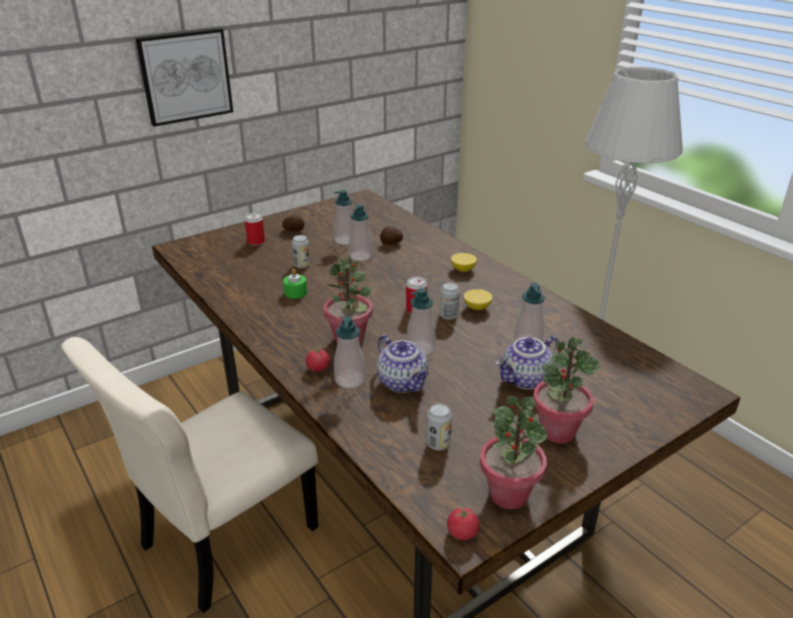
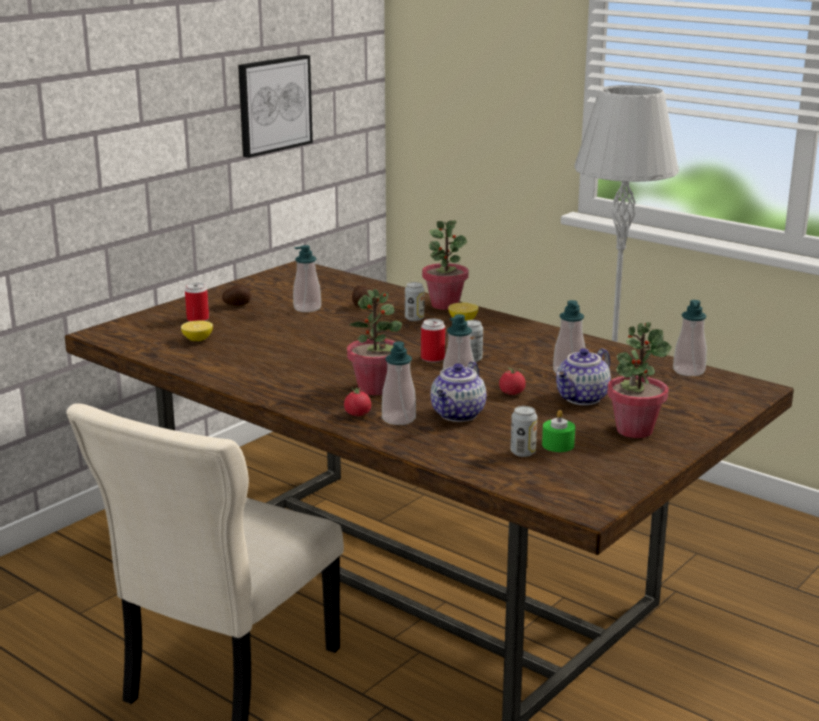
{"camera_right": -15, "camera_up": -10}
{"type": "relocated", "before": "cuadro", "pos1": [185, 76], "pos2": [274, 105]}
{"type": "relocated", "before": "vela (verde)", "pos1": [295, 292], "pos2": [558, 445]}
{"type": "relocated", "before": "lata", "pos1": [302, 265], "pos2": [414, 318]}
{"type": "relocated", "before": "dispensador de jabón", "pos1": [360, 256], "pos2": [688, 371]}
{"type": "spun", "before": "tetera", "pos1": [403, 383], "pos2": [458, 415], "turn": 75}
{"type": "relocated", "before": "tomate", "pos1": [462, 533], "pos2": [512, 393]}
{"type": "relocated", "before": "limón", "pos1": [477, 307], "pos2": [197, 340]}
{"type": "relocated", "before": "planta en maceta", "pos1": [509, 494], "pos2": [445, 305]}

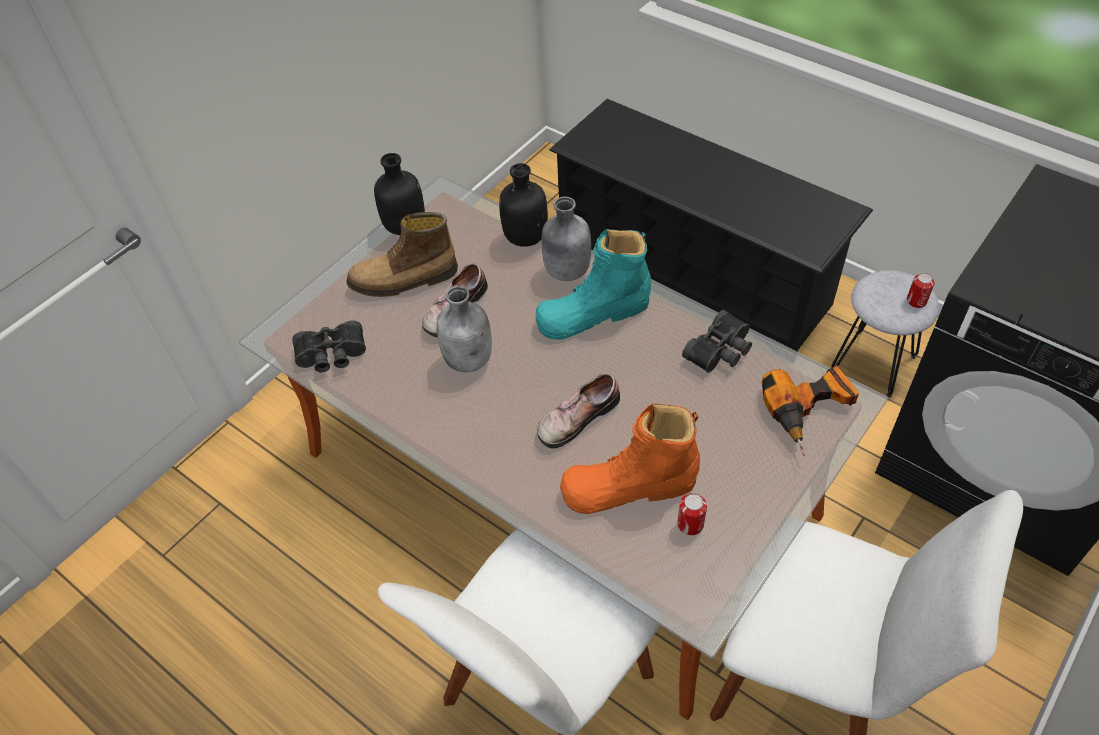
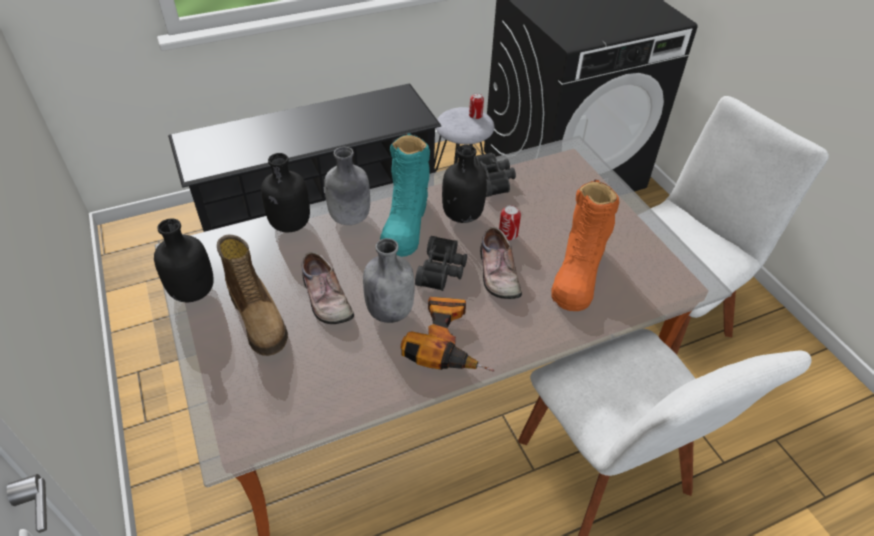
{"camera_right": -65, "camera_up": -5}
{"type": "relocated", "before": "prismáticos (negro)", "pos1": [332, 356], "pos2": [443, 270]}
{"type": "spun", "before": "bota", "pos1": [404, 280], "pos2": [259, 318], "turn": -45}
{"type": "relocated", "before": "lata", "pos1": [690, 524], "pos2": [508, 234]}
{"type": "relocated", "before": "taladro", "pos1": [810, 411], "pos2": [449, 342]}
{"type": "appeared", "after": "botella (negro)", "pos2": [462, 214]}

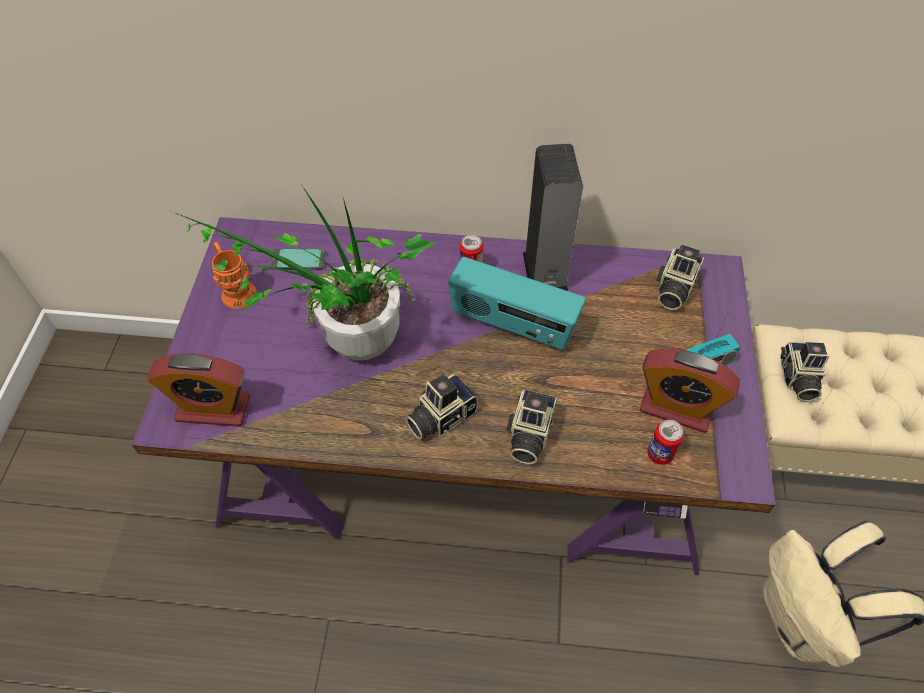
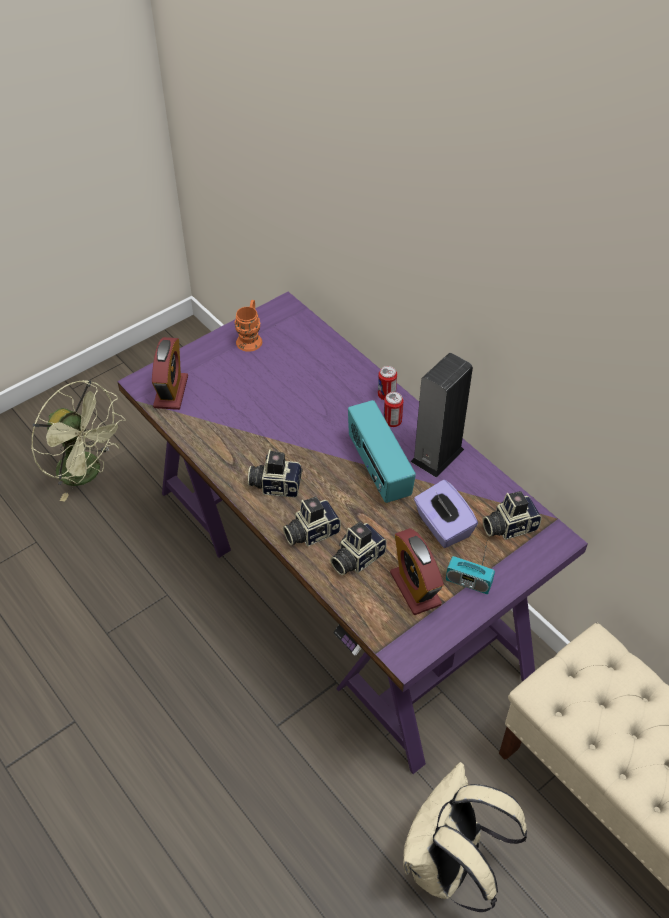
{"camera_right": 45, "camera_up": -5}
{"type": "spun", "before": "despertador", "pos1": [213, 408], "pos2": [171, 392], "turn": -135}
{"type": "missing", "before": "planta en maceta", "pos1": [347, 343]}
{"type": "missing", "before": "móvil", "pos1": [298, 260]}
{"type": "relocated", "before": "lata", "pos1": [660, 454], "pos2": [386, 395]}
{"type": "relocated", "before": "cámara", "pos1": [797, 379], "pos2": [356, 558]}
{"type": "appeared", "after": "ventilador (verde)", "pos2": [87, 473]}
{"type": "appeared", "after": "caja de pañuelos (morado)", "pos2": [442, 526]}

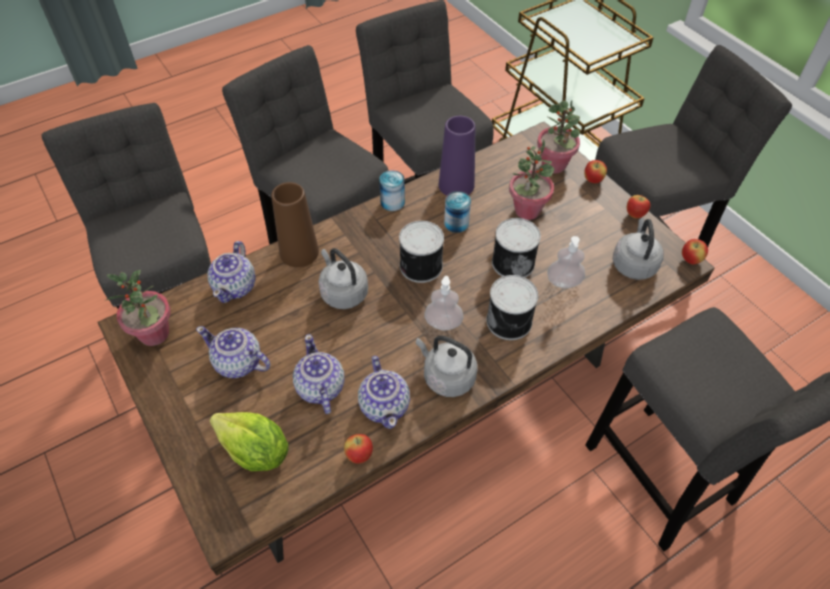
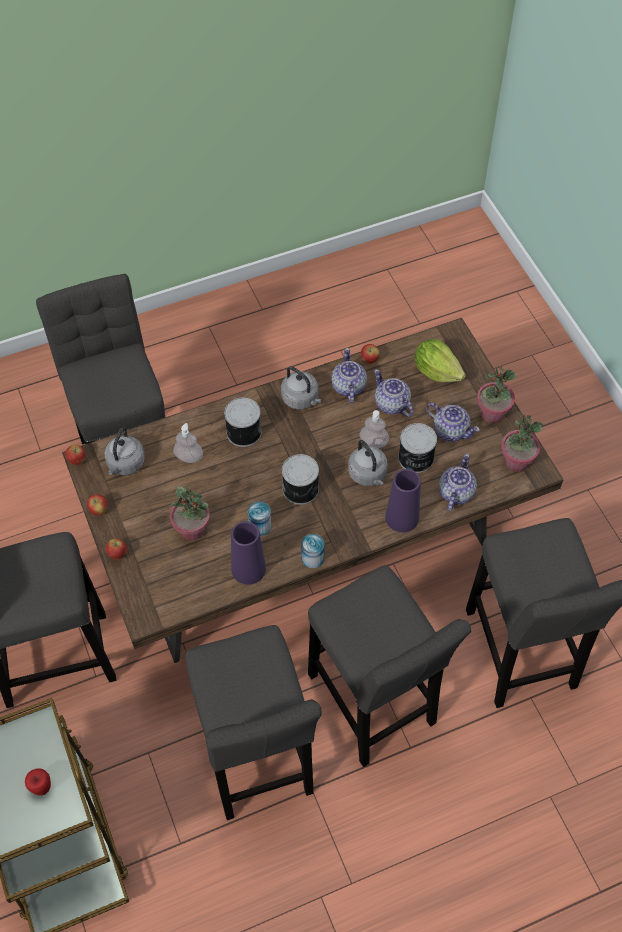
{"camera_right": -170, "camera_up": 5}
{"type": "colour", "before": "florero (marrón)", "after": "florero (morado)", "pos1": [299, 252], "pos2": [402, 517]}
{"type": "spun", "before": "tetera", "pos1": [320, 388], "pos2": [392, 404], "turn": 150}
{"type": "relocated", "before": "dispensador de jabón", "pos1": [443, 323], "pos2": [373, 442]}
{"type": "relocated", "before": "lata", "pos1": [513, 262], "pos2": [415, 459]}
{"type": "relocated", "before": "planta en maceta", "pos1": [554, 165], "pos2": [492, 414]}
{"type": "appeared", "after": "manzana", "pos2": [41, 787]}

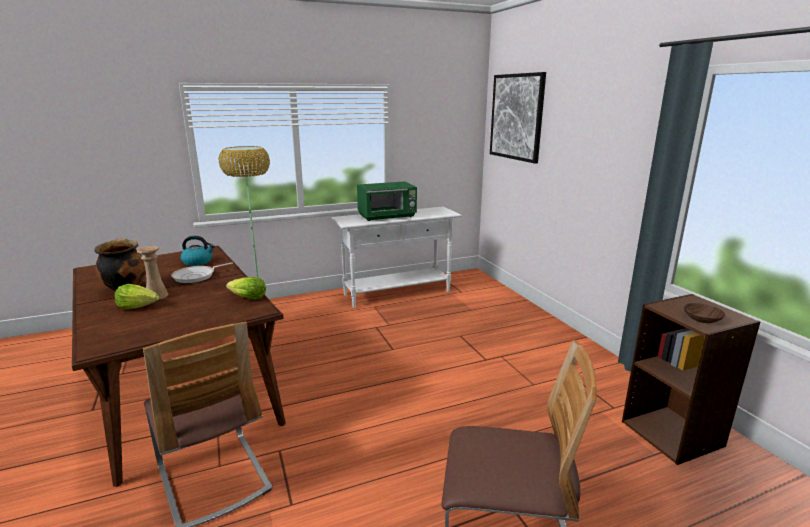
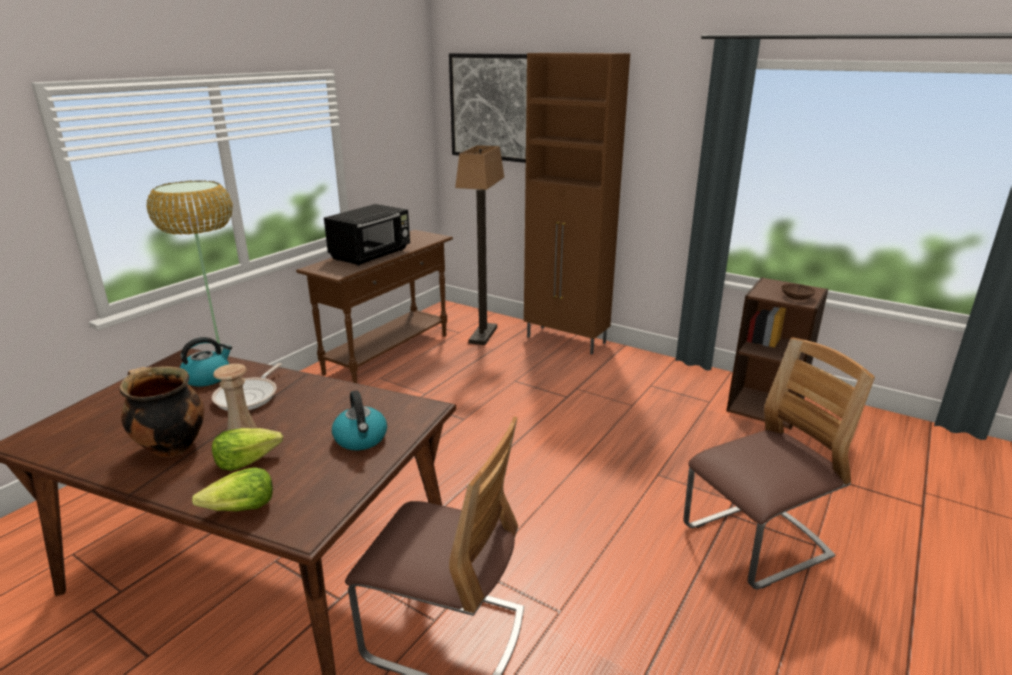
{"camera_right": -35, "camera_up": 5}
{"type": "relocated", "before": "lechuga", "pos1": [247, 298], "pos2": [241, 509]}
{"type": "colour", "before": "mesa consola (blanco)", "after": "mesa consola (marrón)", "pos1": [397, 293], "pos2": [388, 354]}
{"type": "colour", "before": "microondas (verde)", "after": "microondas (negro)", "pos1": [387, 216], "pos2": [371, 255]}
{"type": "appeared", "after": "hervidor", "pos2": [361, 439]}
{"type": "appeared", "after": "lámpara de pie", "pos2": [483, 335]}
{"type": "appeared", "after": "armario (marrón)", "pos2": [566, 340]}

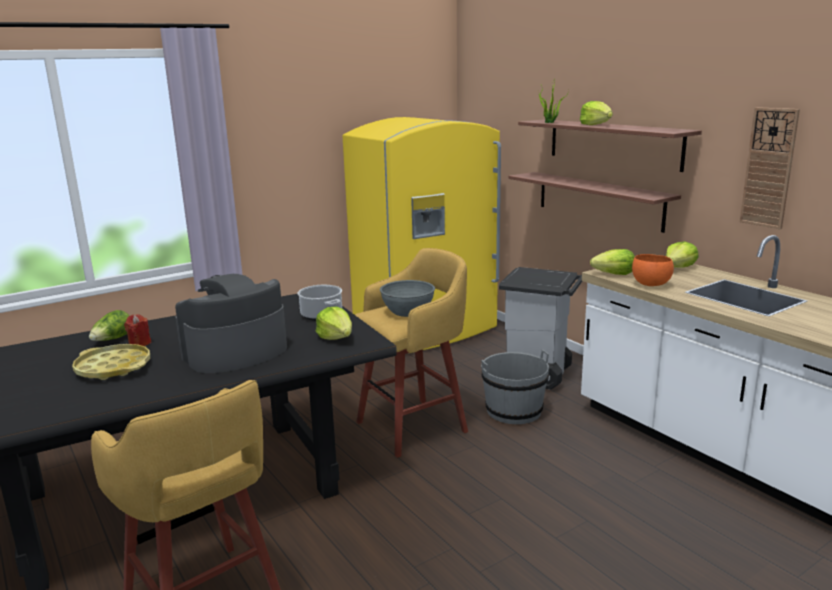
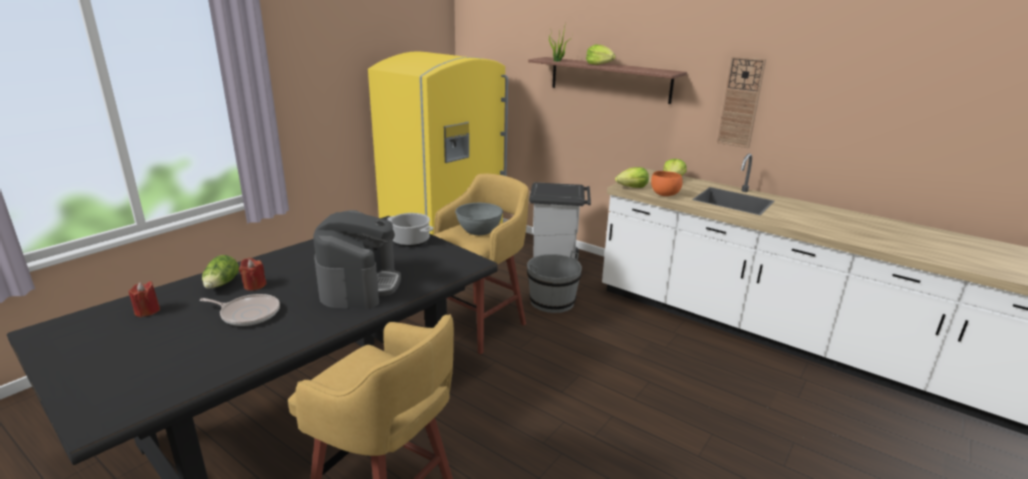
{"camera_right": -20, "camera_up": 5}
{"type": "exchanged", "before": "bandeja (amarillo)", "after": "sartén", "pos1": [113, 368], "pos2": [248, 314]}
{"type": "spun", "before": "cafetera", "pos1": [235, 352], "pos2": [359, 285], "turn": 150}
{"type": "missing", "before": "lechuga", "pos1": [336, 337]}
{"type": "missing", "before": "estante", "pos1": [598, 200]}
{"type": "appeared", "after": "vela (rojo)", "pos2": [147, 311]}

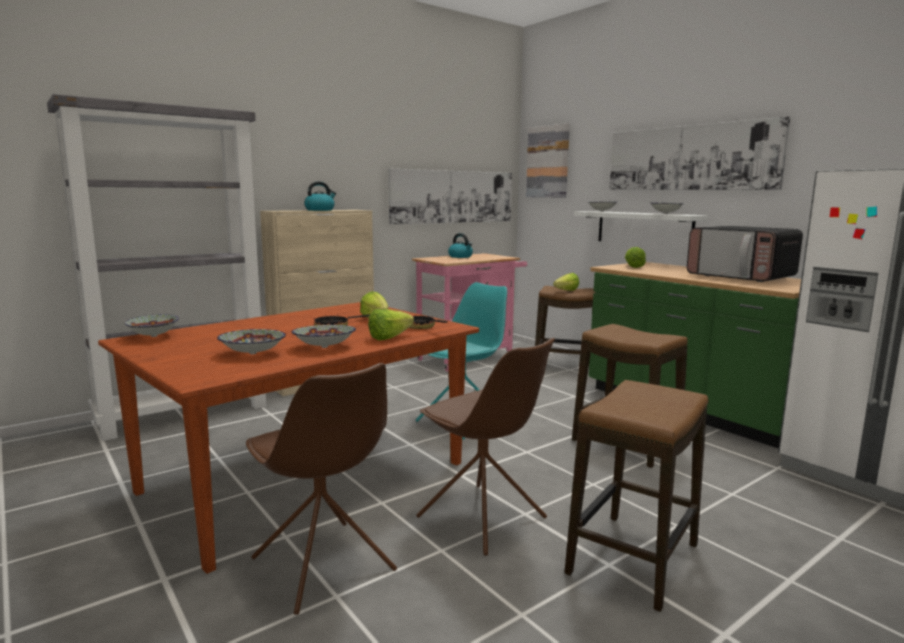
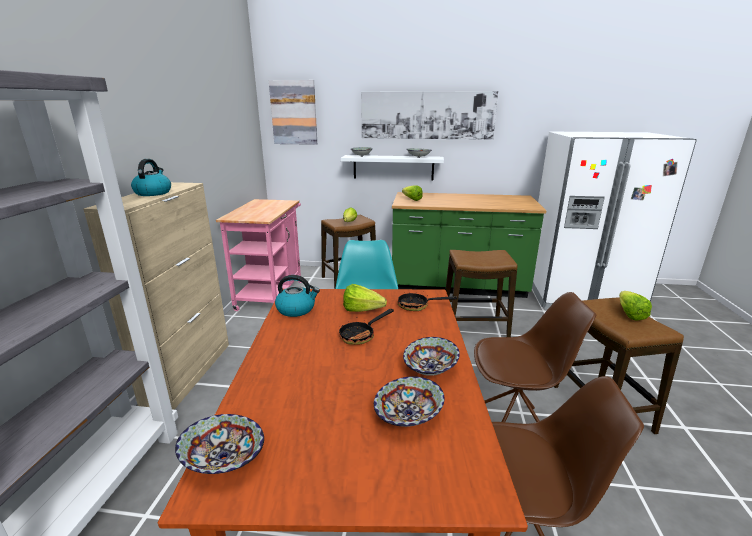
{"camera_right": -45, "camera_up": 10}
{"type": "relocated", "before": "lechuga", "pos1": [393, 337], "pos2": [629, 313]}
{"type": "missing", "before": "cuadro", "pos1": [453, 196]}
{"type": "relocated", "before": "hervidor", "pos1": [460, 257], "pos2": [296, 309]}
{"type": "missing", "before": "microondas", "pos1": [741, 277]}

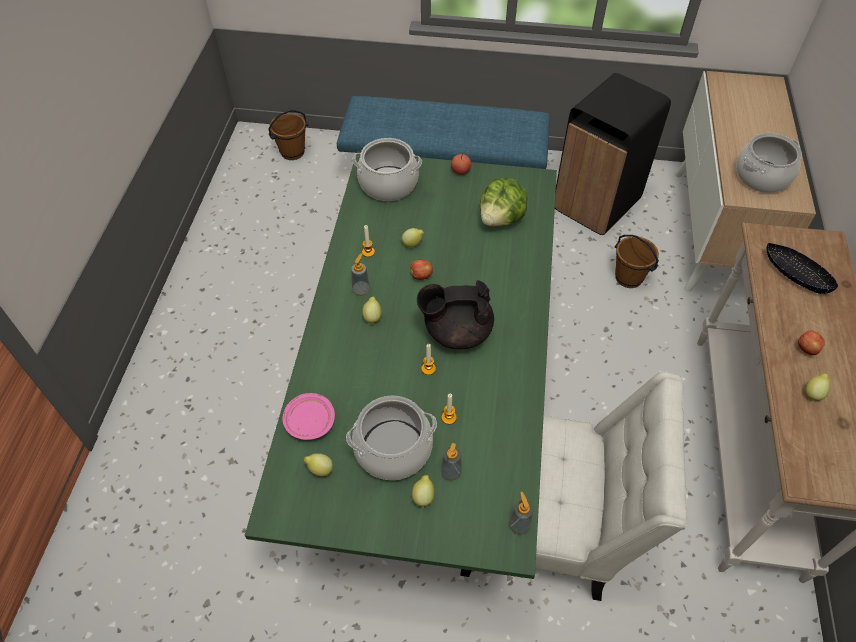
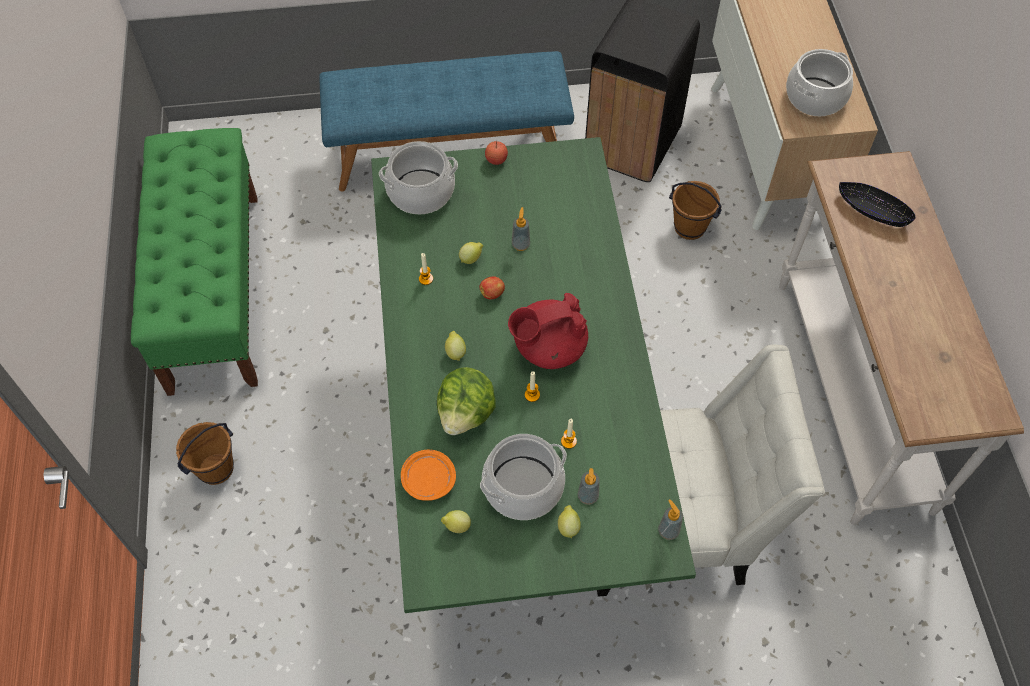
{"camera_right": -15, "camera_up": 5}
{"type": "relocated", "before": "cubo (marrón)", "pos1": [292, 152], "pos2": [215, 468]}
{"type": "colour", "before": "plato (rosa)", "after": "plato (naranja)", "pos1": [309, 421], "pos2": [428, 479]}
{"type": "relocated", "before": "dispensador de jabón", "pos1": [361, 290], "pos2": [520, 244]}
{"type": "colour", "before": "tetera (negro)", "after": "tetera (rojo)", "pos1": [456, 331], "pos2": [548, 347]}
{"type": "relocated", "before": "lechuga", "pos1": [501, 219], "pos2": [466, 413]}
{"type": "missing", "before": "manzana", "pos1": [807, 349]}
{"type": "missing", "before": "limón", "pos1": [813, 393]}
{"type": "appeared", "after": "banco (verde)", "pos2": [214, 290]}

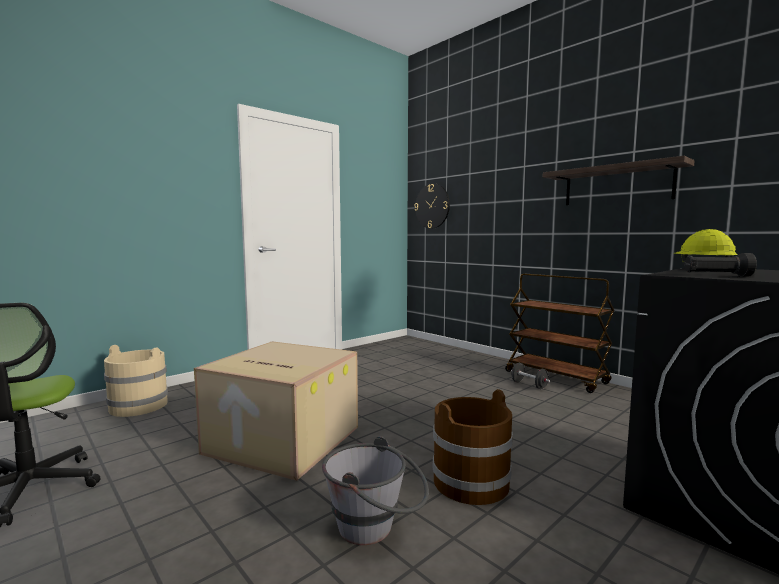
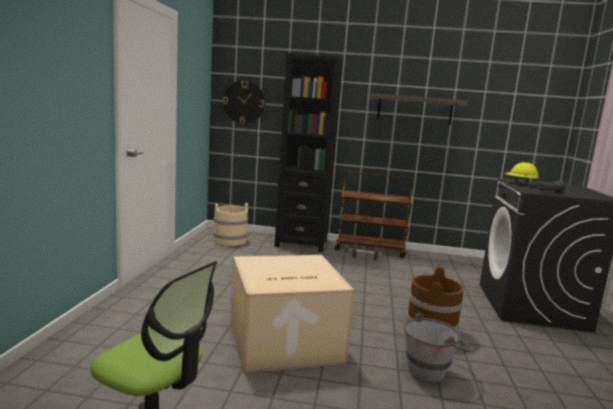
{"camera_right": -40, "camera_up": 5}
{"type": "relocated", "before": "cubo (beis)", "pos1": [139, 406], "pos2": [230, 240]}
{"type": "appeared", "after": "estantería (negro)", "pos2": [301, 243]}

